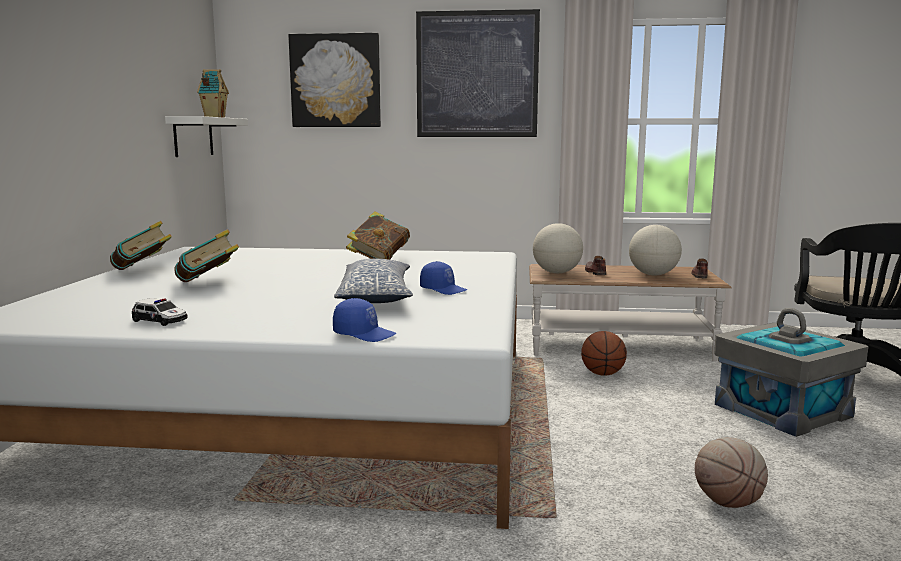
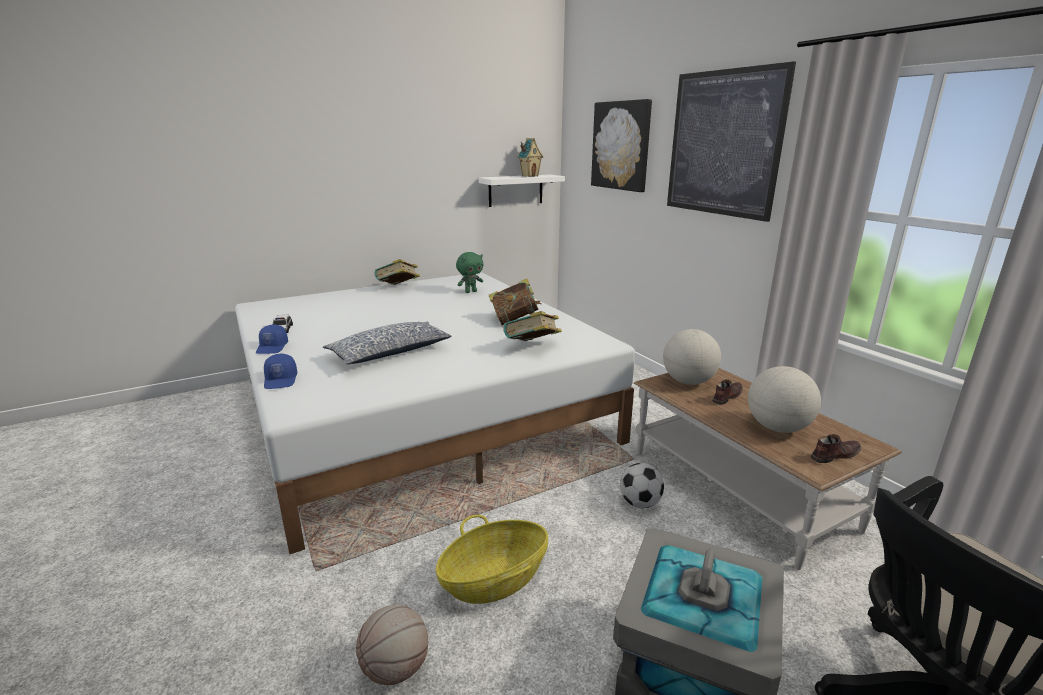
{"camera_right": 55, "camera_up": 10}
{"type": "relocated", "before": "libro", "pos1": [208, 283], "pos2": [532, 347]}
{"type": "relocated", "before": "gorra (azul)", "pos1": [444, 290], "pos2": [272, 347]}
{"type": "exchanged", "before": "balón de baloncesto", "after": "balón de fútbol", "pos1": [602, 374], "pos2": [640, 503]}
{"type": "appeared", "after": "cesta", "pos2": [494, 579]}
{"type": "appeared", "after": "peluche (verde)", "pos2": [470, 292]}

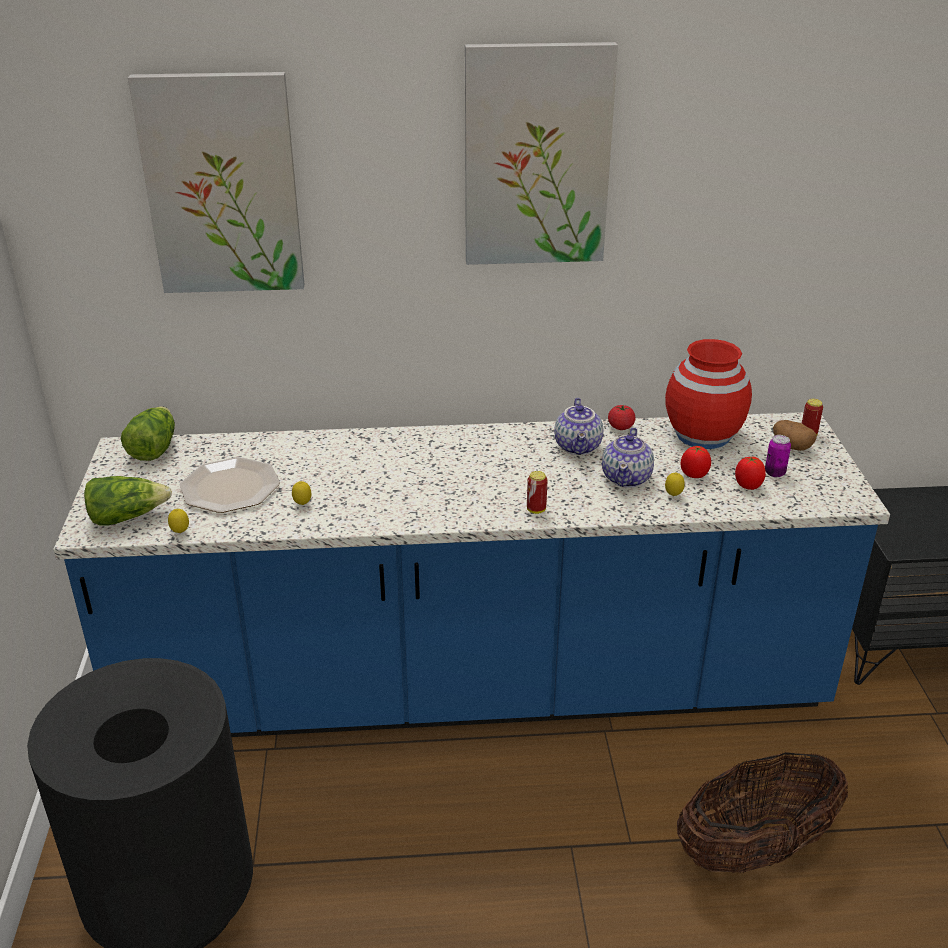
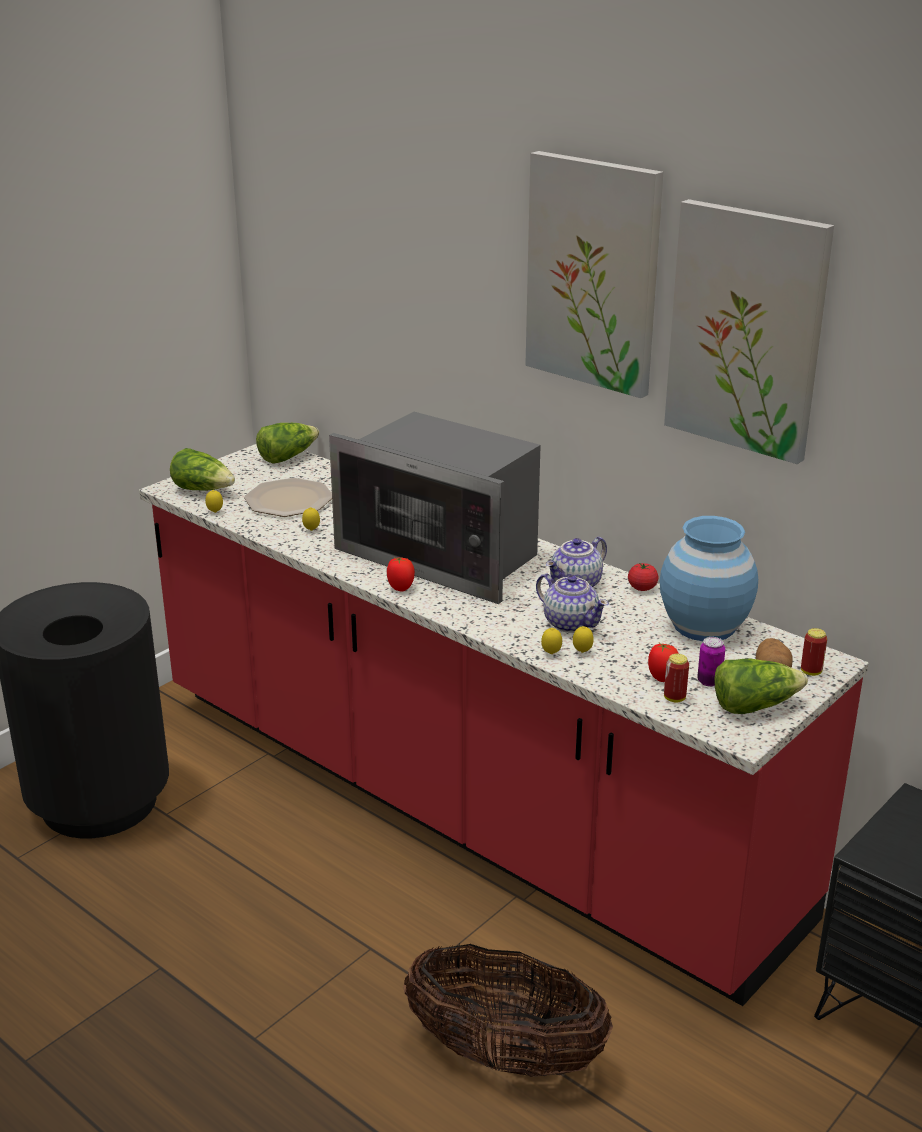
{"camera_right": 45, "camera_up": -5}
{"type": "colour", "before": "mueble bajo de cocina (azul)", "after": "mueble bajo de cocina (rojo)", "pos1": [474, 688], "pos2": [461, 803]}
{"type": "relocated", "before": "cuadro", "pos1": [222, 185], "pos2": [746, 330]}
{"type": "relocated", "before": "lata", "pos1": [536, 510], "pos2": [674, 698]}
{"type": "spun", "before": "tetera", "pos1": [627, 478], "pos2": [570, 623], "turn": -105}
{"type": "colour", "before": "florero (rojo)", "after": "florero (azul)", "pos1": [703, 435], "pos2": [704, 626]}
{"type": "relocated", "before": "tomate", "pos1": [694, 475], "pos2": [401, 588]}
{"type": "appeared", "after": "microondas", "pos2": [444, 555]}
{"type": "appeared", "after": "limón", "pos2": [551, 654]}
{"type": "appeared", "after": "lechuga", "pos2": [754, 705]}

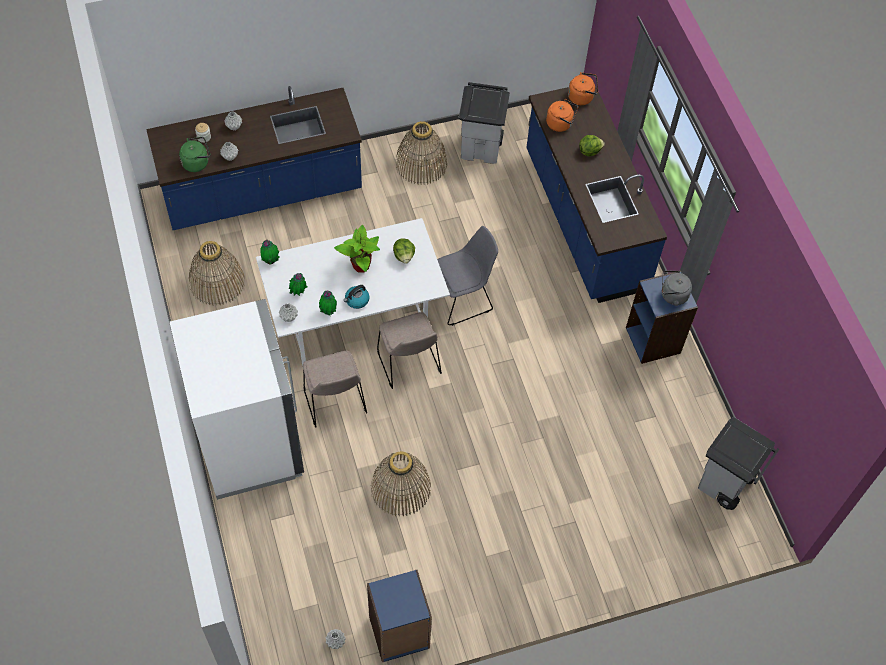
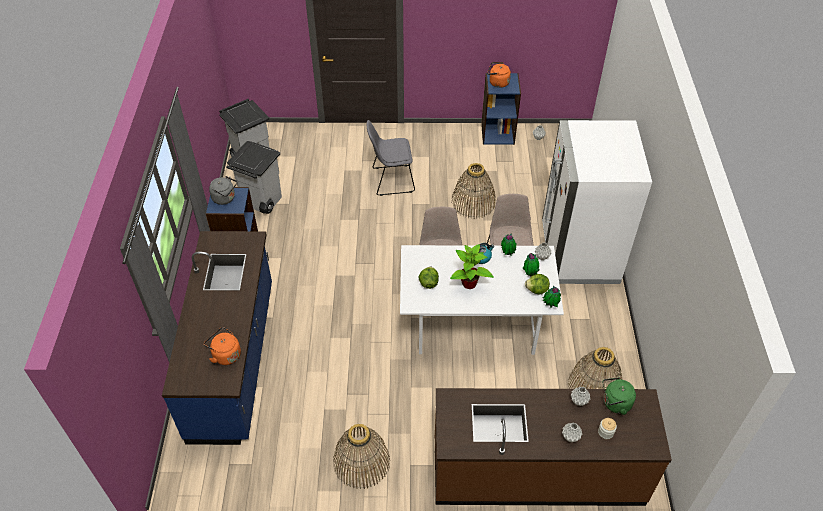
{"camera_right": -160, "camera_up": -10}
{"type": "colour", "before": "mueble bajo de cocina (azul)", "after": "mueble bajo de cocina (marrón)", "pos1": [262, 192], "pos2": [537, 471]}
{"type": "relocated", "before": "silla (gris)", "pos1": [462, 297], "pos2": [391, 180]}
{"type": "relocated", "before": "papelera (gris)", "pos1": [481, 148], "pos2": [260, 201]}
{"type": "relocated", "before": "hervidor (naranja)", "pos1": [582, 97], "pos2": [497, 83]}
{"type": "relocated", "before": "lechuga", "pos1": [589, 151], "pos2": [537, 290]}

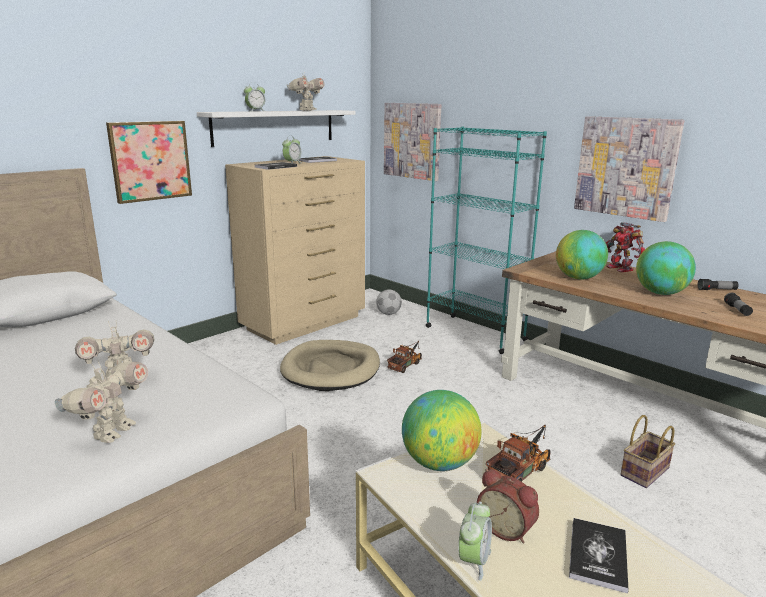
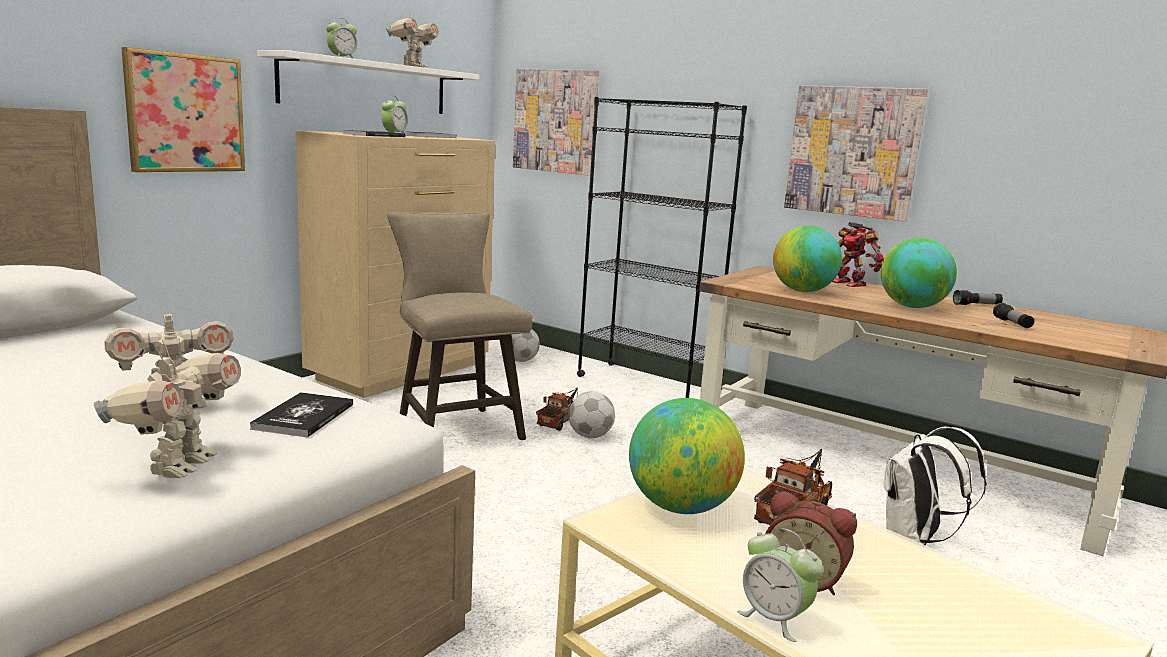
{"camera_right": -10, "camera_up": -5}
{"type": "exchanged", "before": "cama para perro (beis)", "after": "taburete (beis)", "pos1": [331, 369], "pos2": [454, 427]}
{"type": "colour", "before": "estantería (turquesa)", "after": "estantería (negro)", "pos1": [474, 333], "pos2": [646, 384]}
{"type": "spun", "before": "despertador", "pos1": [473, 561], "pos2": [774, 619], "turn": 120}
{"type": "relocated", "before": "libro", "pos1": [598, 555], "pos2": [304, 416]}
{"type": "exchanged", "before": "cesta", "after": "mochila (blanco)", "pos1": [645, 473], "pos2": [914, 540]}
{"type": "appeared", "after": "balón de fútbol", "pos2": [590, 436]}

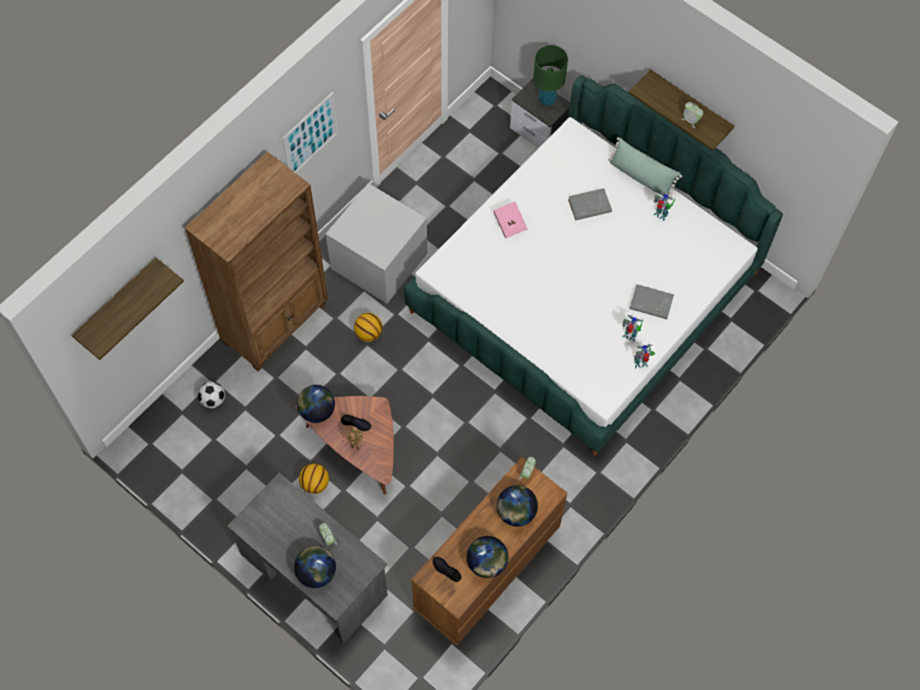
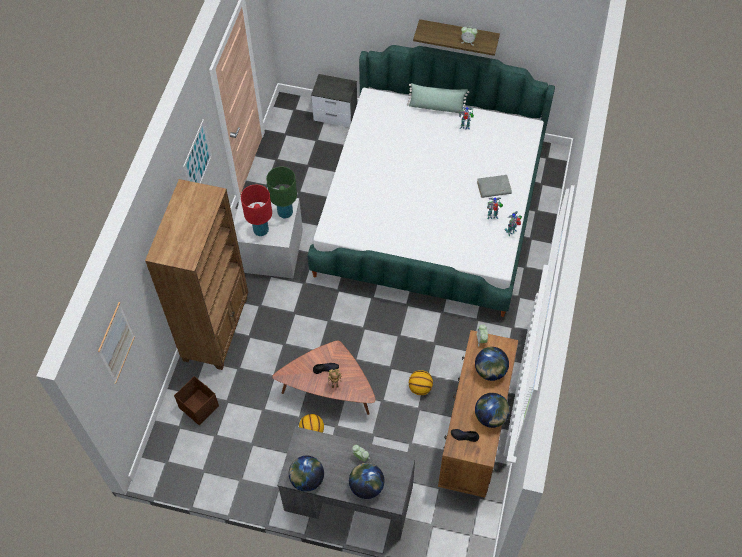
{"camera_right": -25, "camera_up": -5}
{"type": "exchanged", "before": "estante", "after": "cuadro", "pos1": [117, 303], "pos2": [116, 343]}
{"type": "exchanged", "before": "balón de fútbol", "after": "caja de almacenaje (marrón)", "pos1": [213, 400], "pos2": [199, 406]}
{"type": "relocated", "before": "globo terráqueo", "pos1": [316, 411], "pos2": [307, 479]}
{"type": "relocated", "before": "balón de baloncesto", "pos1": [368, 333], "pos2": [420, 387]}
{"type": "missing", "before": "libro (rosa)", "pos1": [510, 224]}
{"type": "relocated", "before": "lámpara de mesa (verde)", "pos1": [546, 99], "pos2": [285, 213]}
{"type": "missing", "before": "libro (gris)", "pos1": [589, 206]}
{"type": "appeared", "after": "lámpara de mesa (rojo)", "pos2": [261, 230]}

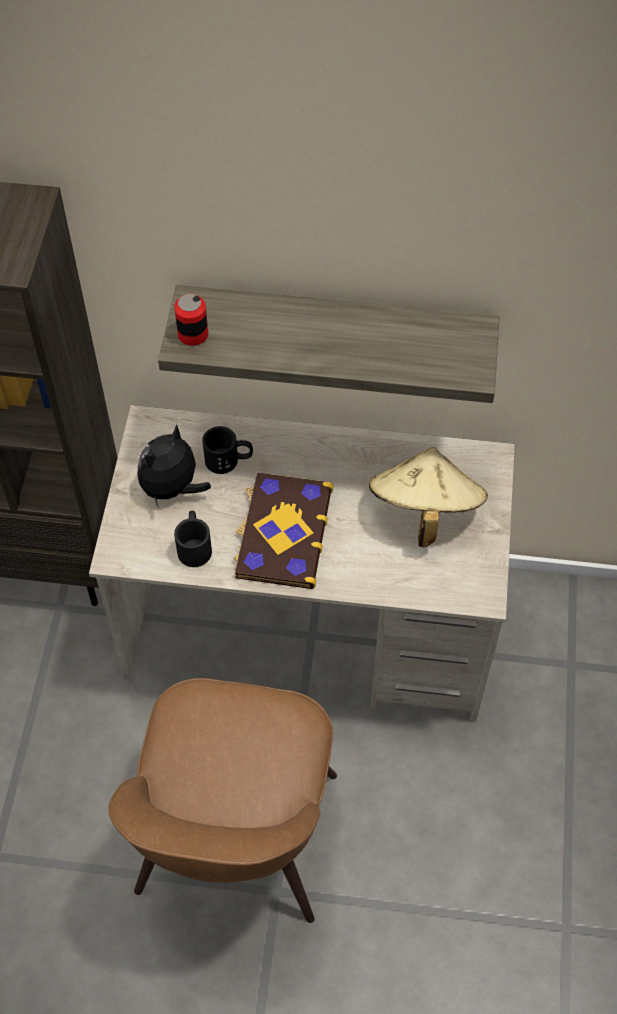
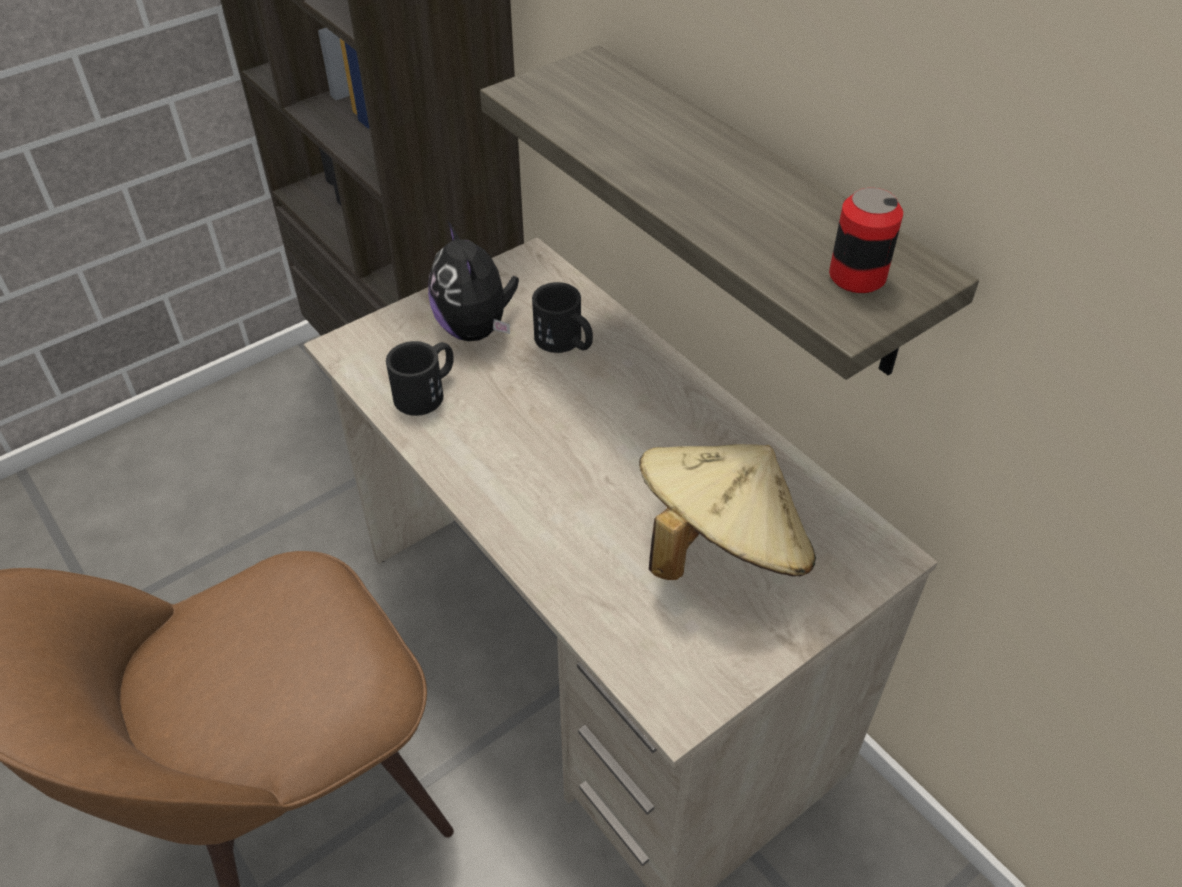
{"camera_right": 45, "camera_up": -10}
{"type": "spun", "before": "peluche", "pos1": [172, 489], "pos2": [476, 329], "turn": -105}
{"type": "relocated", "before": "lata", "pos1": [193, 334], "pos2": [857, 276]}
{"type": "missing", "before": "libro", "pos1": [282, 532]}

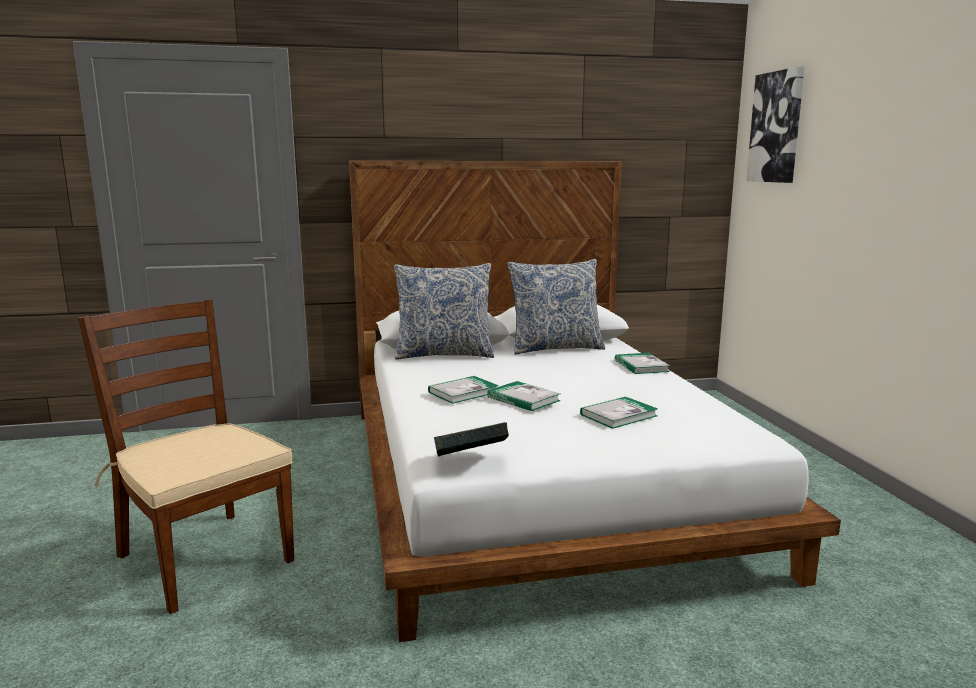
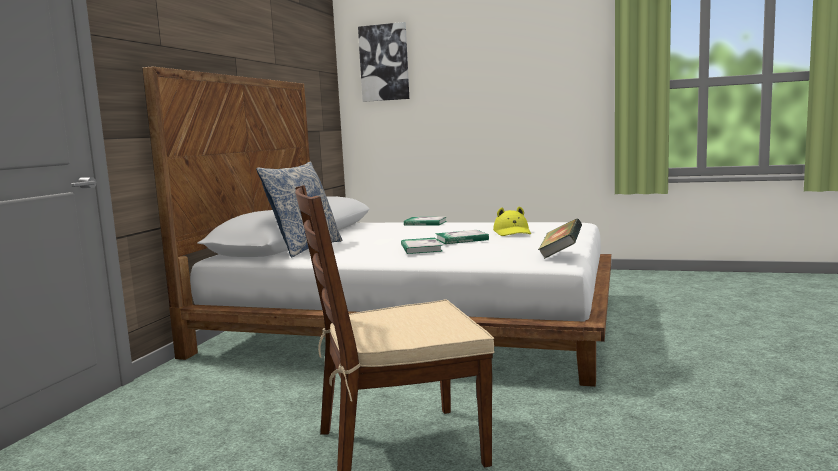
{"camera_right": -60, "camera_up": -5}
{"type": "missing", "before": "cojín", "pos1": [555, 348]}
{"type": "exchanged", "before": "libro", "after": "sombrero (amarillo)", "pos1": [618, 415], "pos2": [512, 232]}

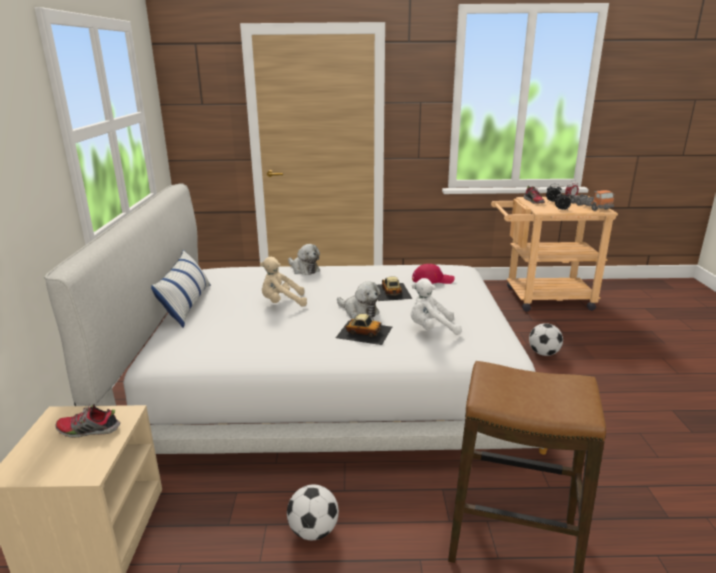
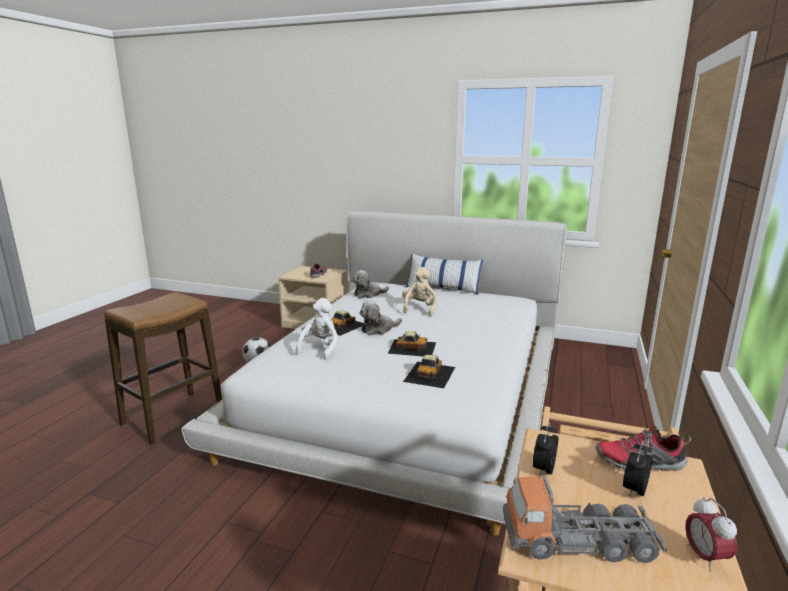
{"camera_right": 110, "camera_up": -5}
{"type": "relocated", "before": "peluche", "pos1": [304, 269], "pos2": [368, 294]}
{"type": "exchanged", "before": "gorra (rojo)", "after": "coche de juguete", "pos1": [432, 280], "pos2": [430, 374]}
{"type": "missing", "before": "balón de fútbol", "pos1": [543, 353]}

